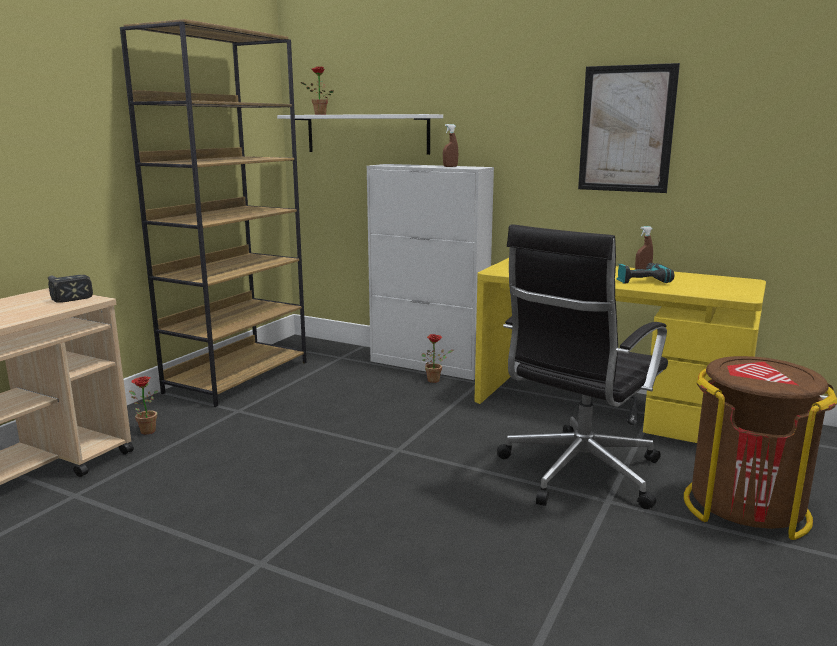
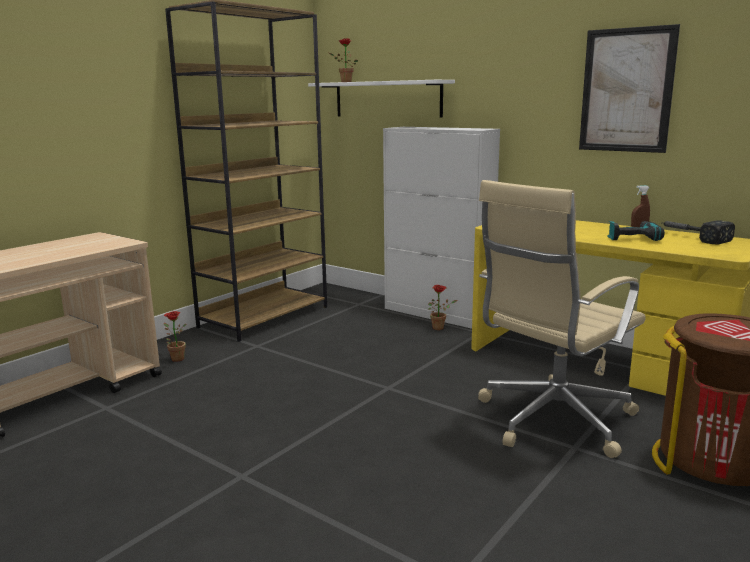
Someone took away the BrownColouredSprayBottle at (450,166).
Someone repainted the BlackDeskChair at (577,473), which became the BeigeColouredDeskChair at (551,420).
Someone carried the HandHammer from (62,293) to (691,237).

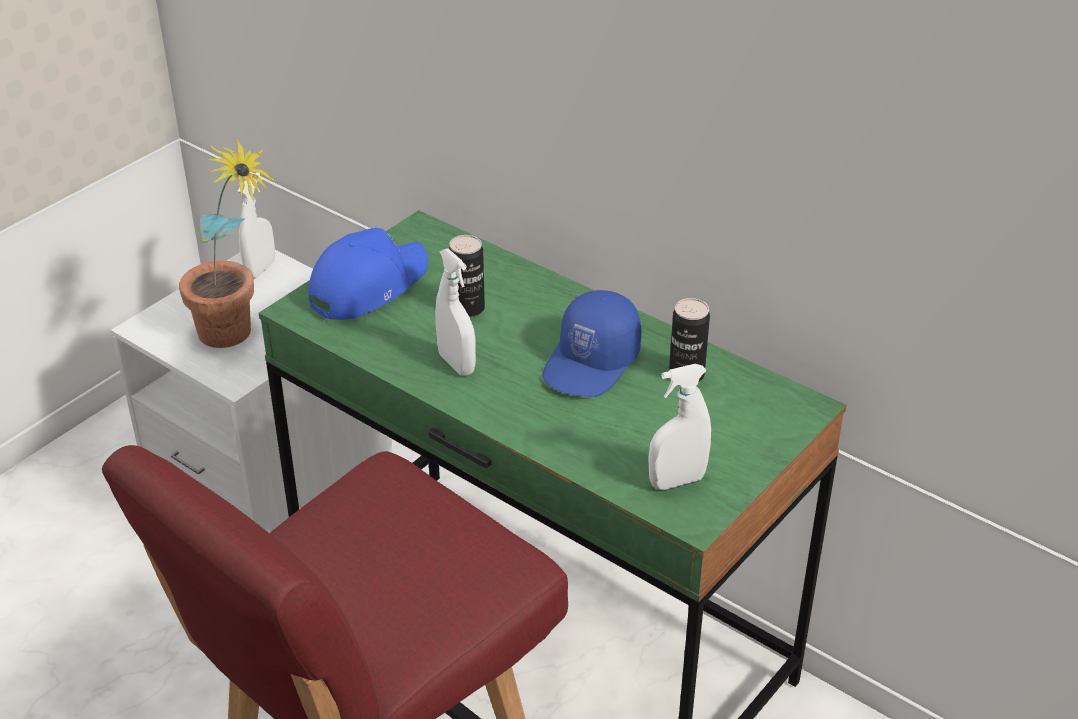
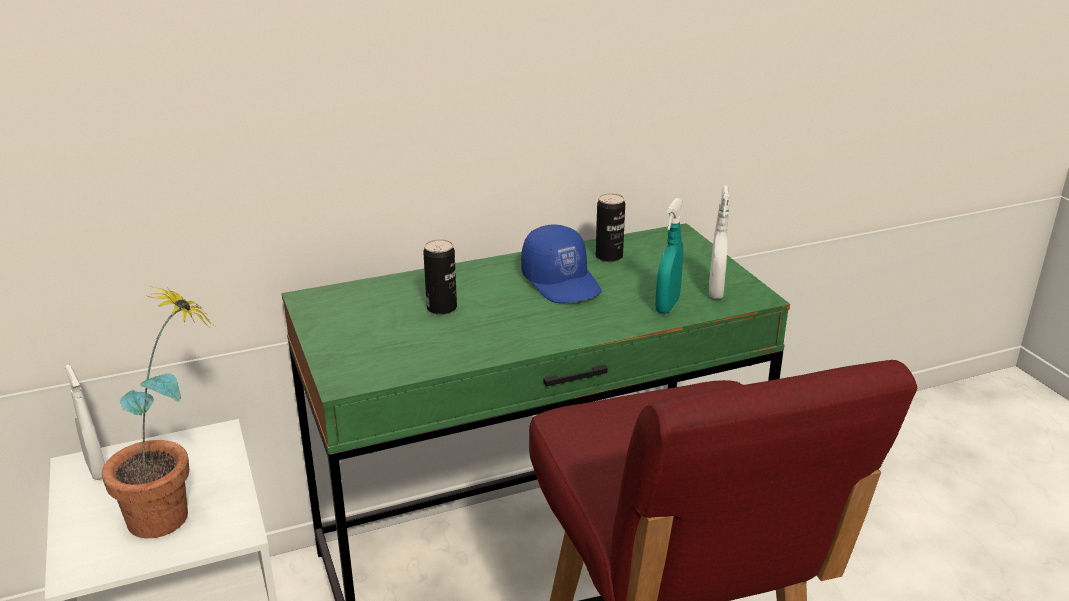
Someone took away the BlueColouredPeakedCap at (367,286).
Someone took away the WhiteColouredSprayBottle at (456,364).
Someone put down the BlueGreenSprayBottle at (667,306).

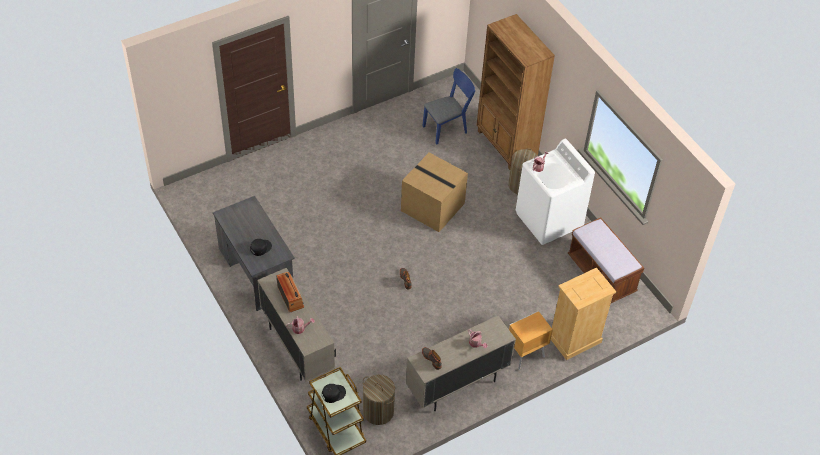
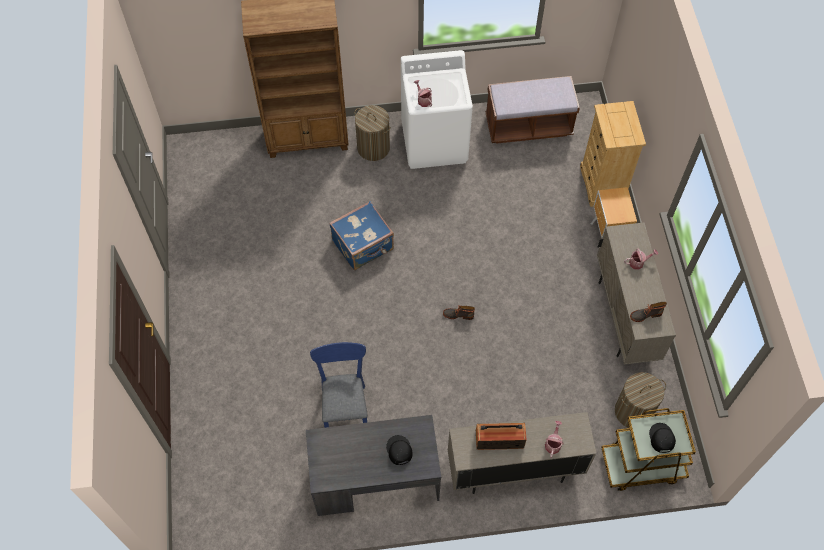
Someone carried the BlueColouredPlainChair from (447,128) to (345,406).
Someone swapped the PackingBox at (433,207) for the BlueColouredTravelCase at (363,246).

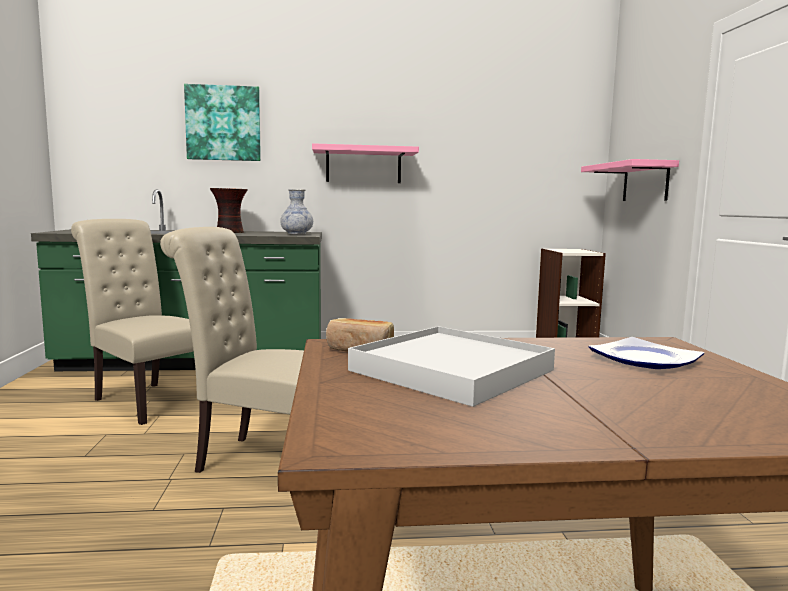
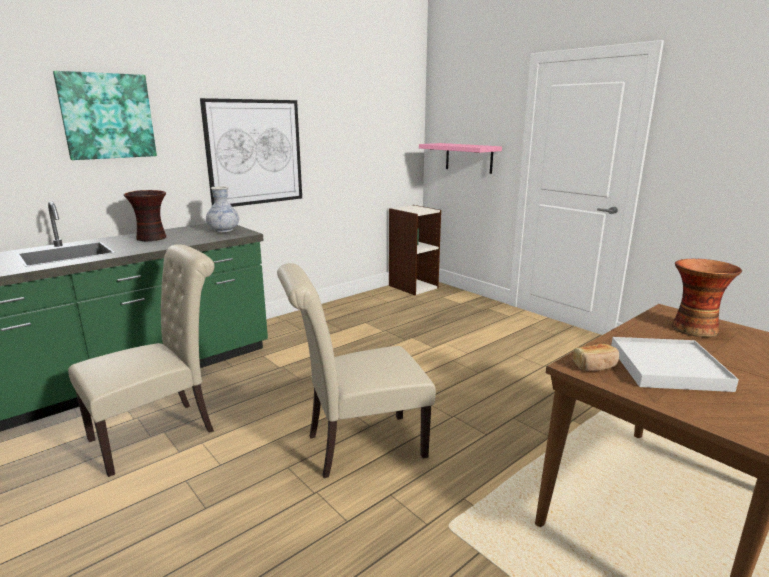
Someone swapped the PinkishWallShelf at (363,165) for the WallPicture at (254,152).
Someone rotated the BeigeColouredPlainChair at (146,400) by 135 degrees clockwise.
Someone swapped the FlatDish at (644,359) for the FlowerVase at (693,328).

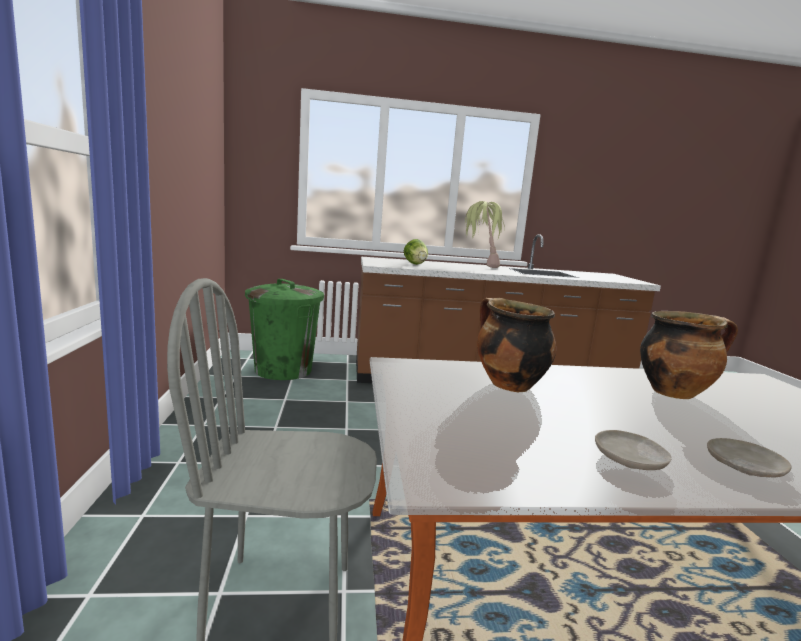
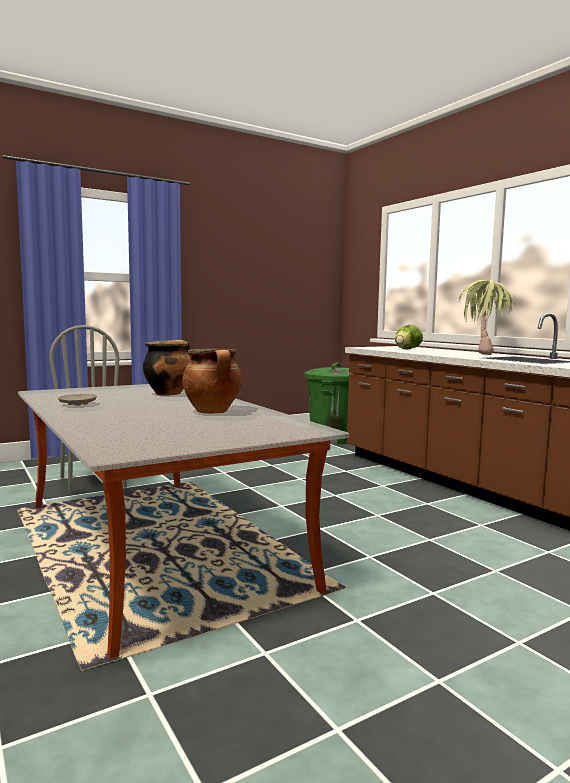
Someone took away the BeigeColouredFlatDish at (743,467).

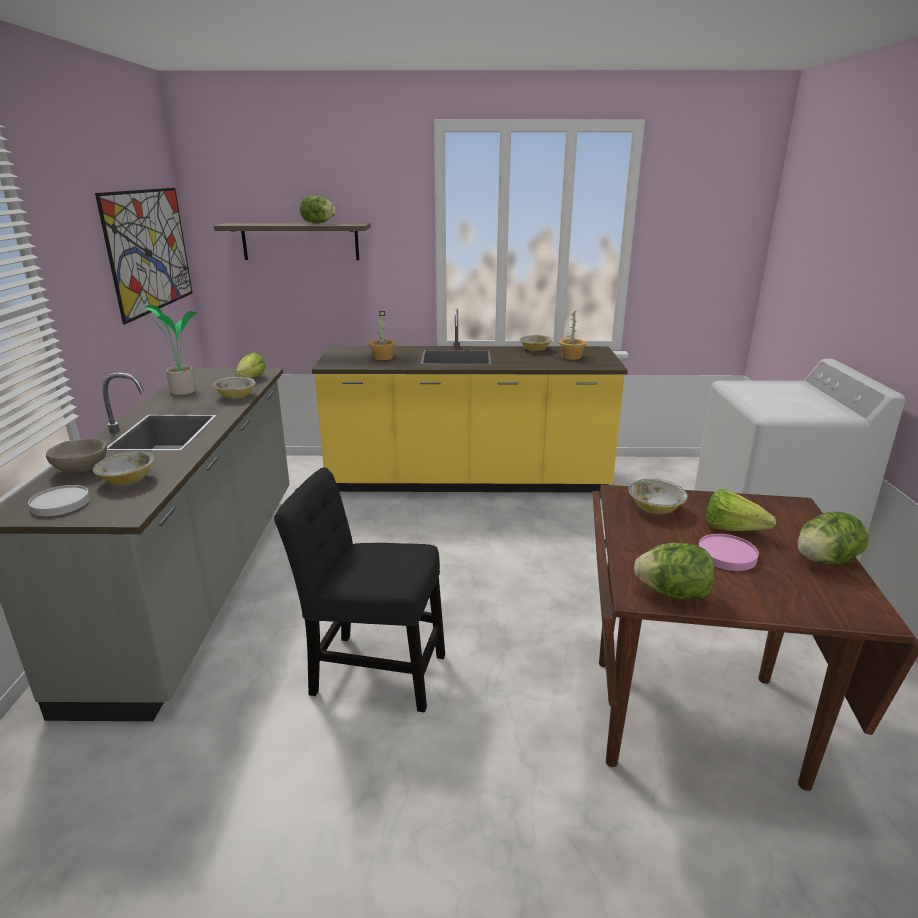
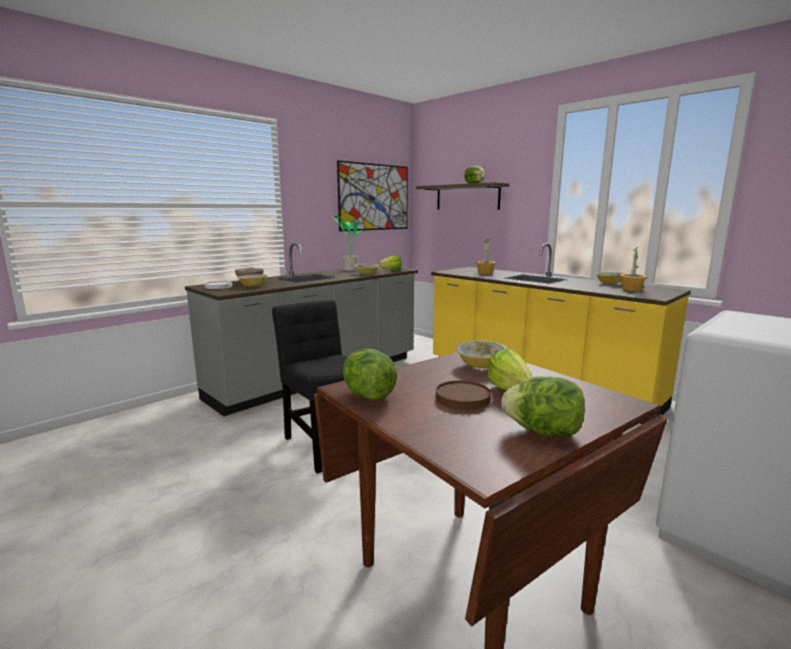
Someone repainted the PinkishFlatDish at (726,555), which became the BrownColouredFlatDish at (462,398).

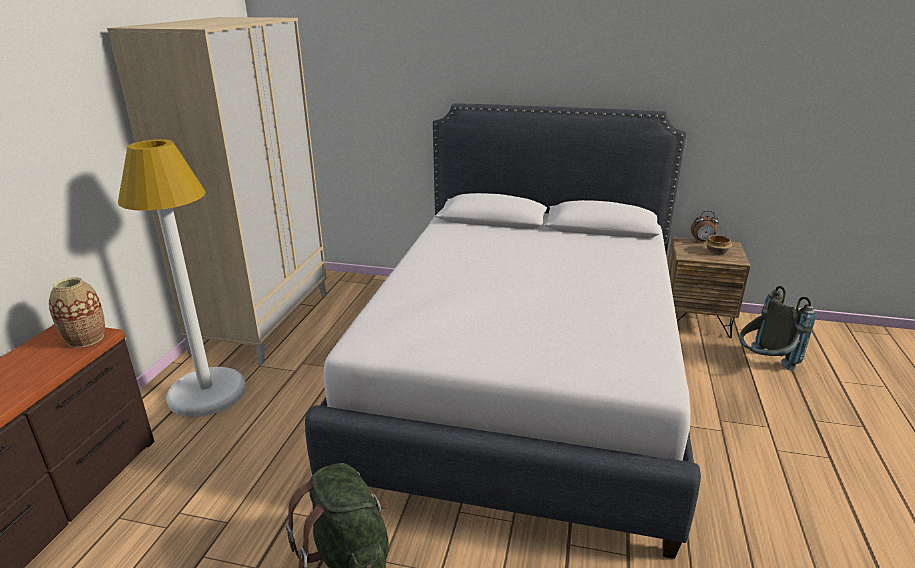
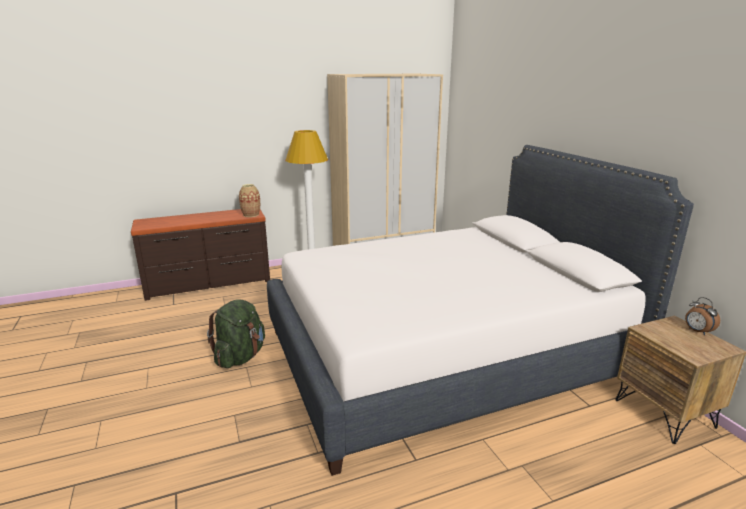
Someone took away the DeepDish at (717,252).
Someone took away the GreyishBackpack at (763,365).

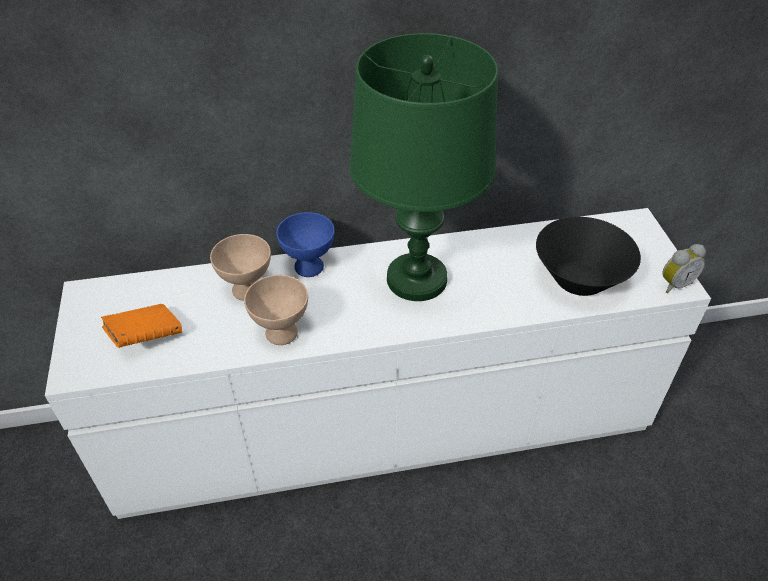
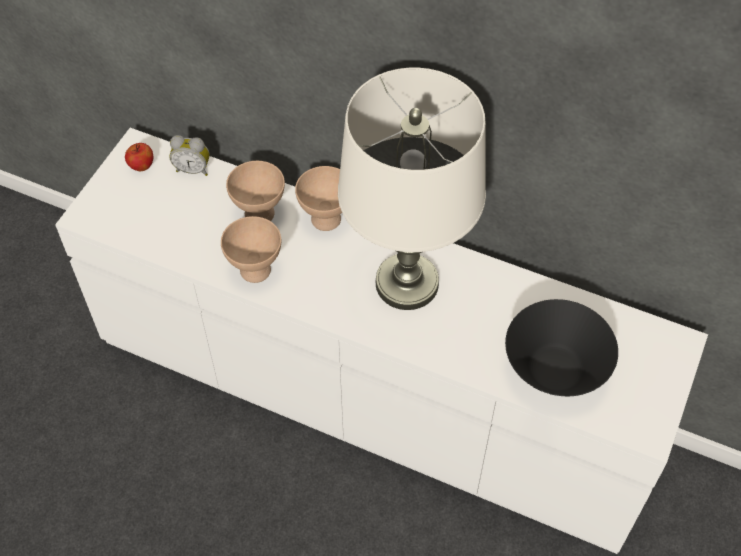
Someone repainted the GreenColouredTableLamp at (417,279), which became the WhiteColouredTableLamp at (407,284).
Someone repainted the BlueColouredDeepDish at (308,267), which became the BeigeColouredDeepDish at (325,219).
Someone carried the AlarmClock from (674,284) to (193,169).
Someone took away the OrangeyVolume at (146,337).
Someone put down the AppleFruit at (141,166).

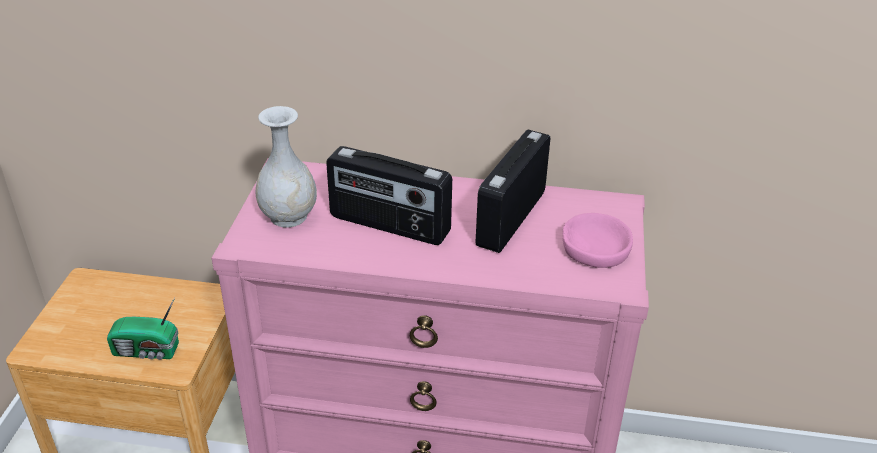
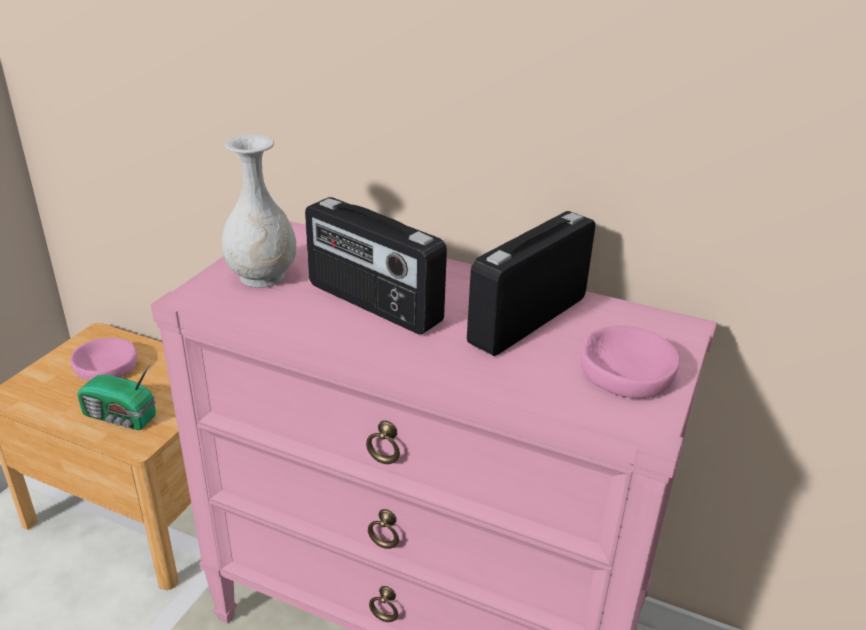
Someone put down the PinkishDeepDish at (106,367).

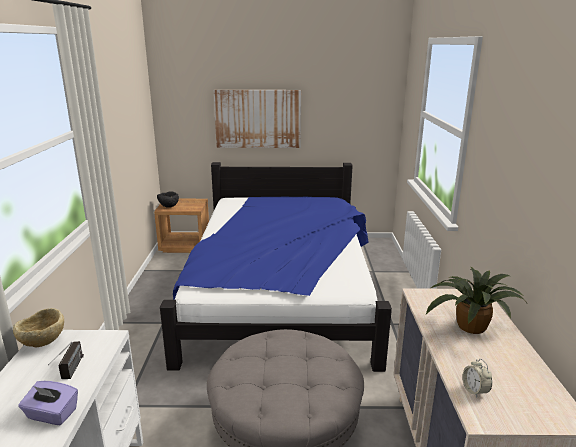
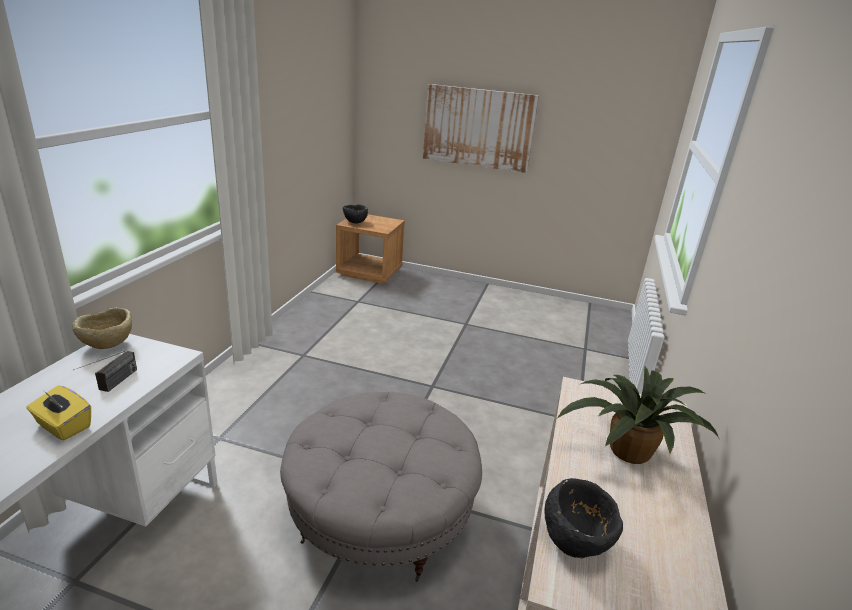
Someone took away the Bed at (281,288).
Someone swapped the AlarmClock at (475,391) for the BlackDeepDish at (576,542).
Someone repainted the PurpleColouredTissueBox at (52,414), which became the YellowColouredTissueBox at (63,426).

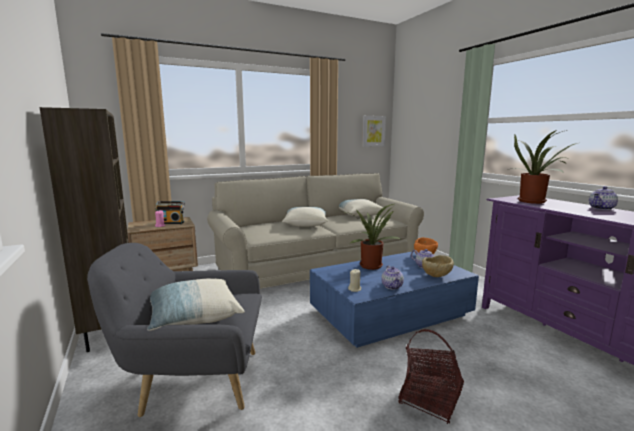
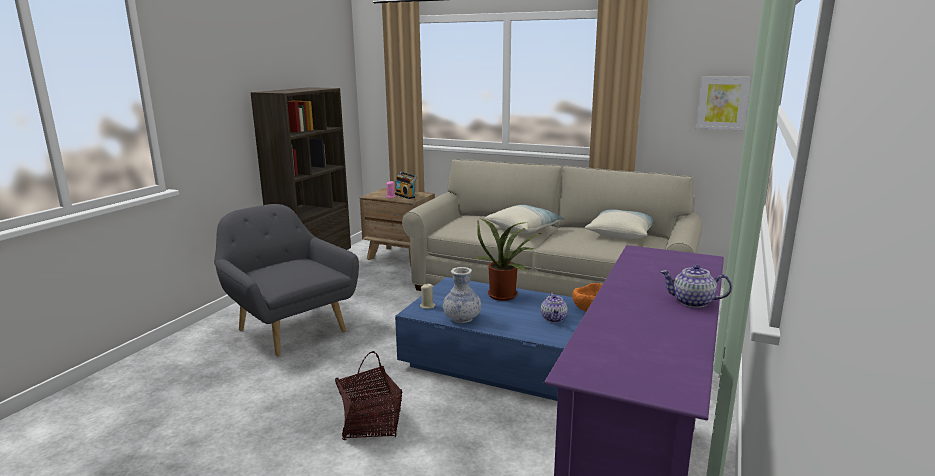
Someone took away the Houseplant at (534,201).
Someone took away the BeigeColouredDeepDish at (436,276).
Someone swapped the PotForTea at (392,286) for the FlowerVase at (462,318).
Someone took away the Pillow at (193,317).

